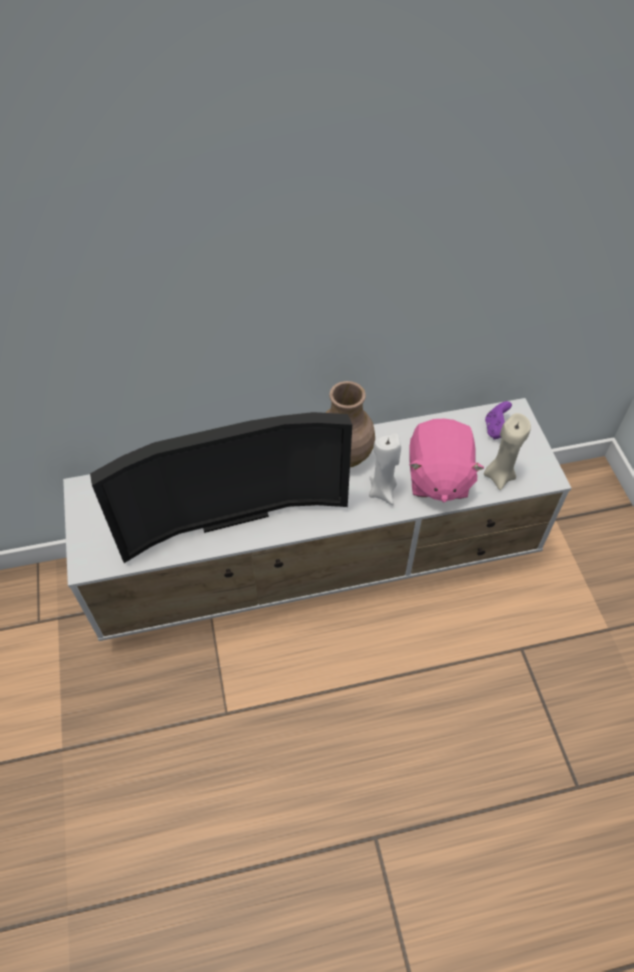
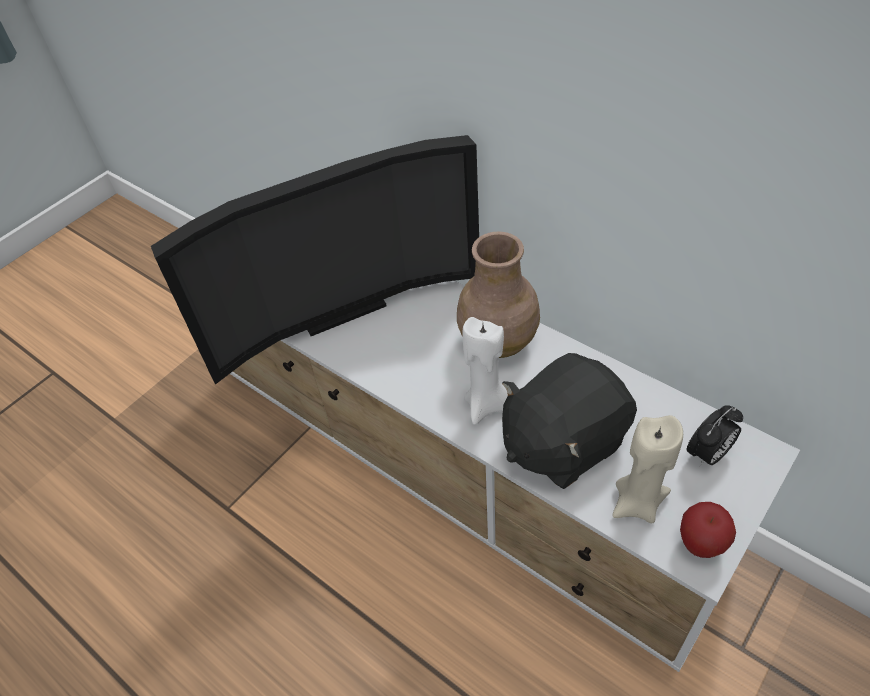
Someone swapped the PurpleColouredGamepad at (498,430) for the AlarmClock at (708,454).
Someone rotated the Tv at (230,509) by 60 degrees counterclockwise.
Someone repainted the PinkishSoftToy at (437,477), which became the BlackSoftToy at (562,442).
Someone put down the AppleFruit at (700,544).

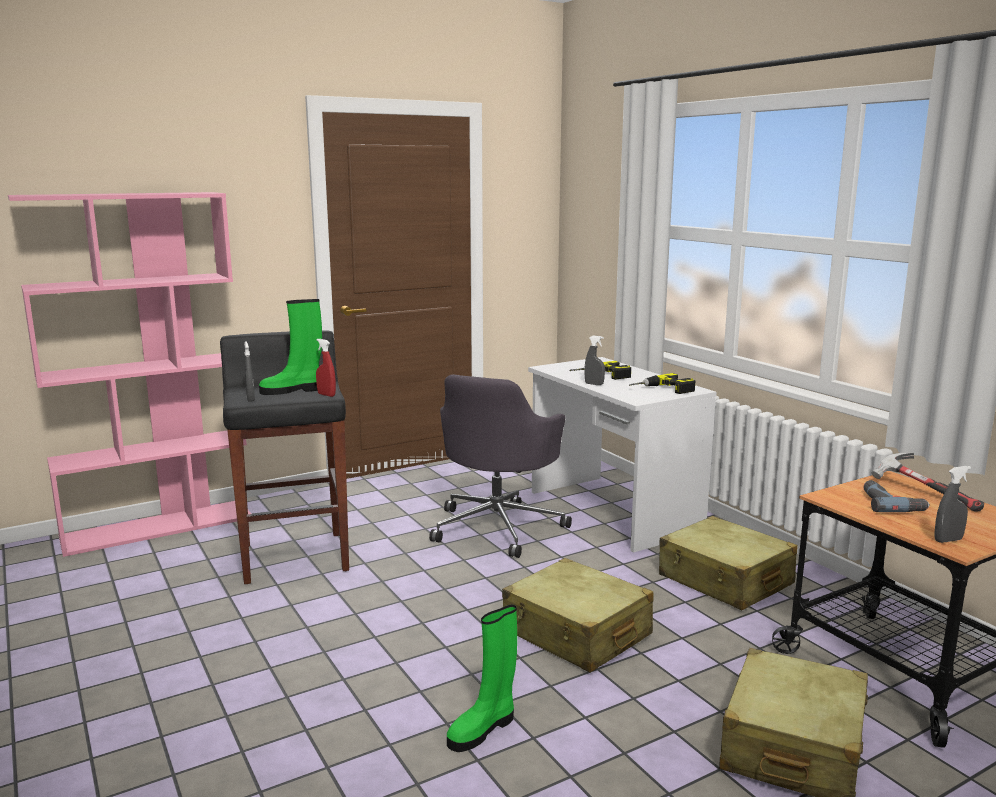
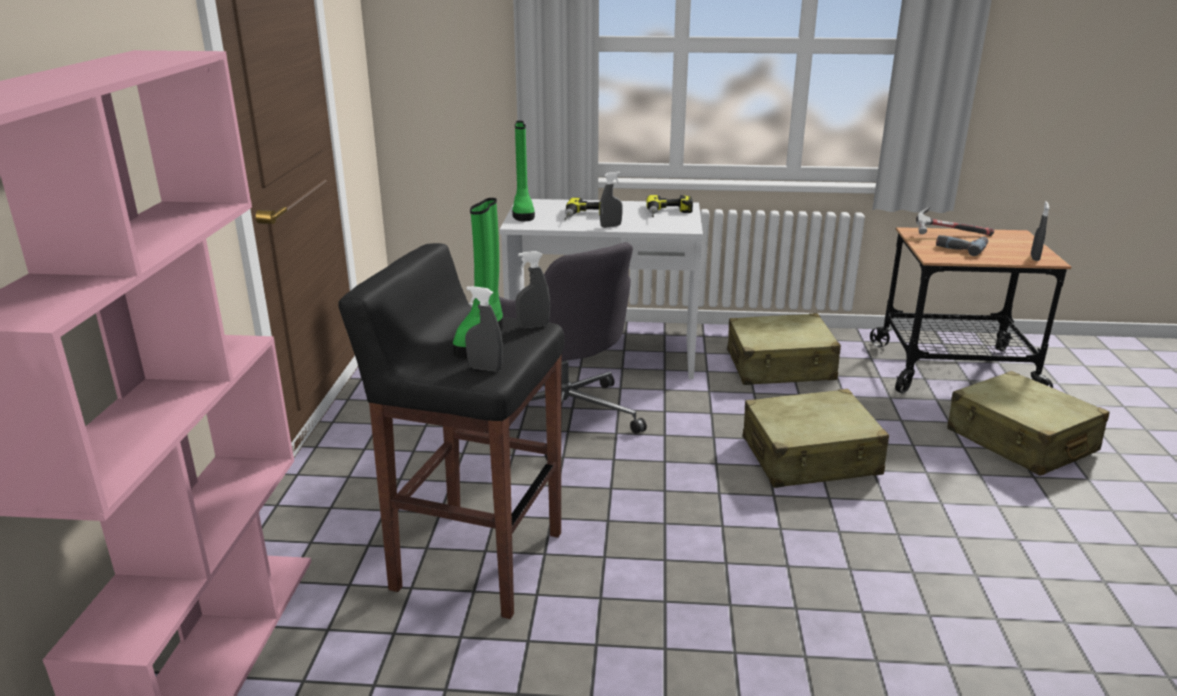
Someone repainted the RedColouredSprayBottle at (326,395), which became the GreyishSprayBottle at (533,326).
Someone carried the GreenColouredTallBoot from (483,729) to (523,212).

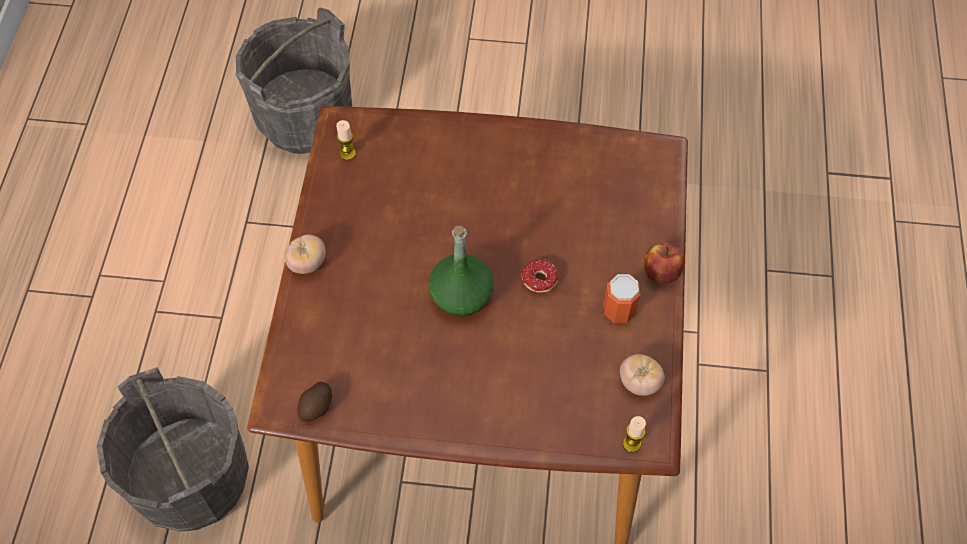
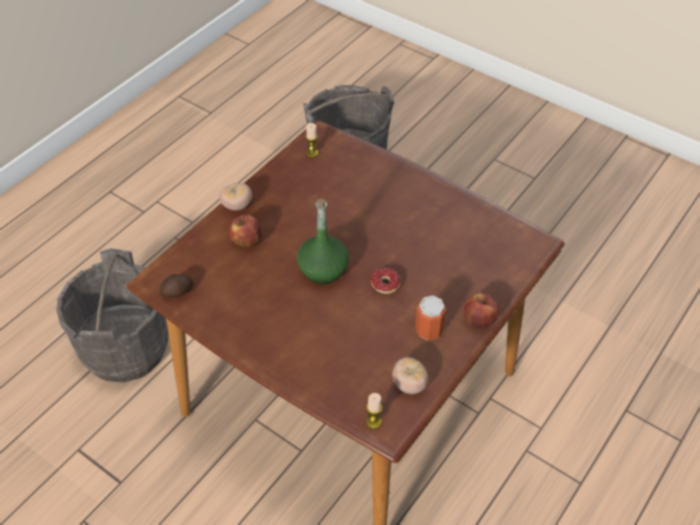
Someone put down the AppleFruit at (246,241).

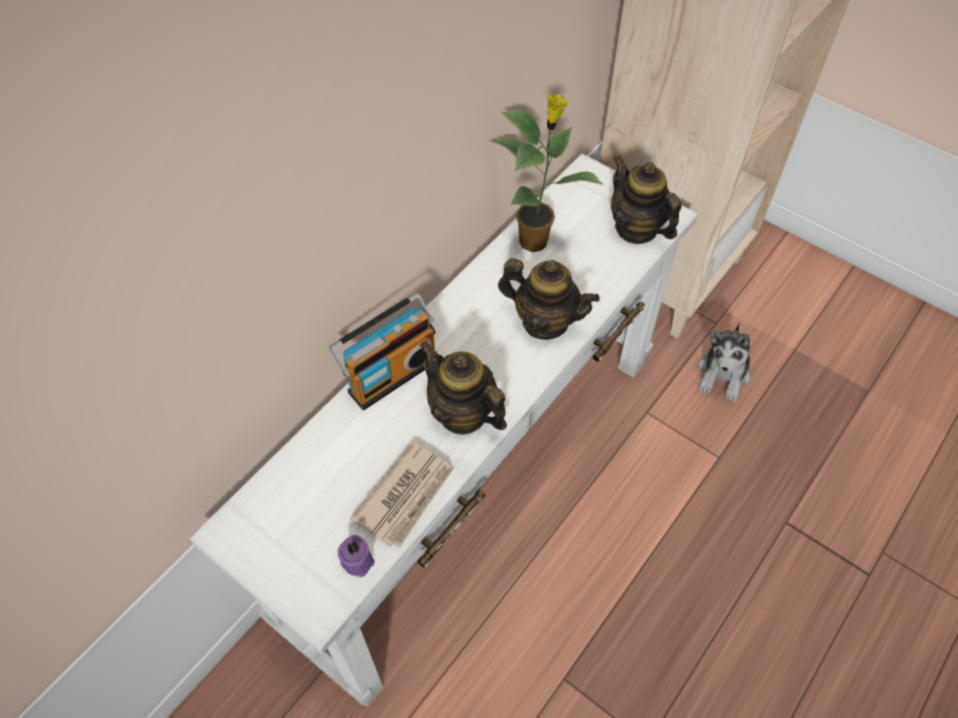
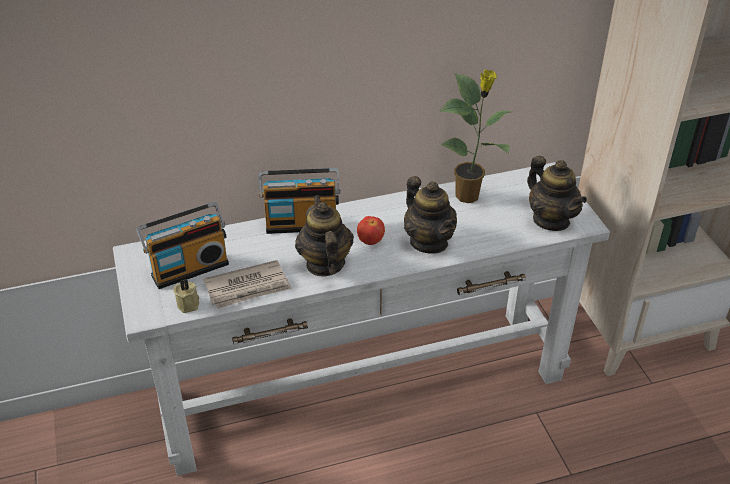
Someone rotated the PotForTea at (636,228) by 150 degrees clockwise.
Someone took away the SoftToy at (723,374).
Someone repainted the PurpleColouredWaxLight at (357,559), which became the BeigeColouredWaxLight at (189,303).
Someone put down the RadioSet at (189,268).
Someone put down the AppleFruit at (370,241).

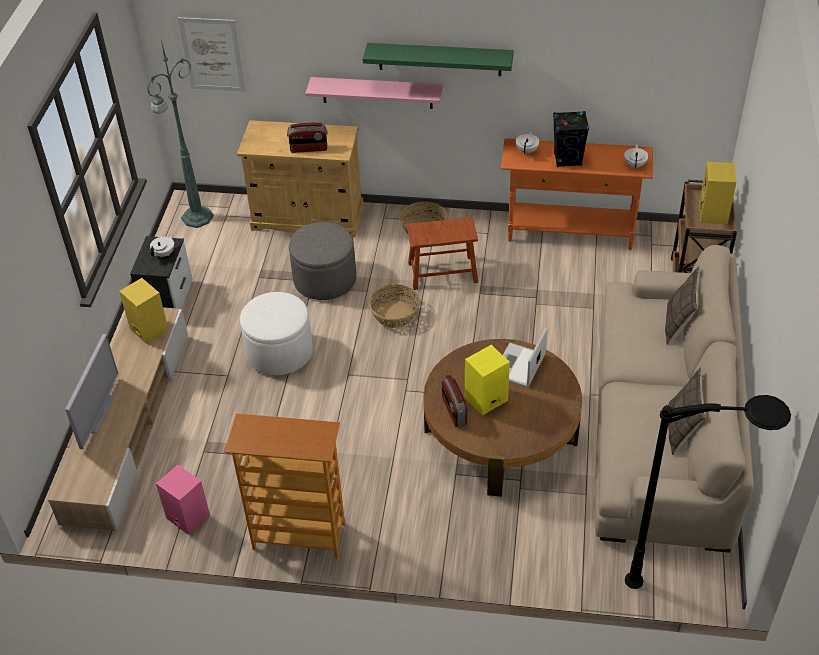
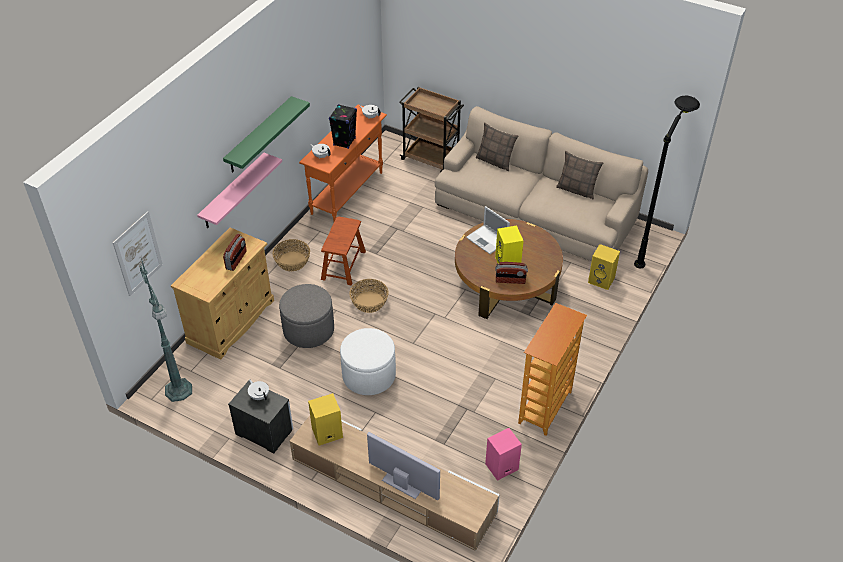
Someone carried the YellowColouredLoudspeaker from (714,214) to (602,280).

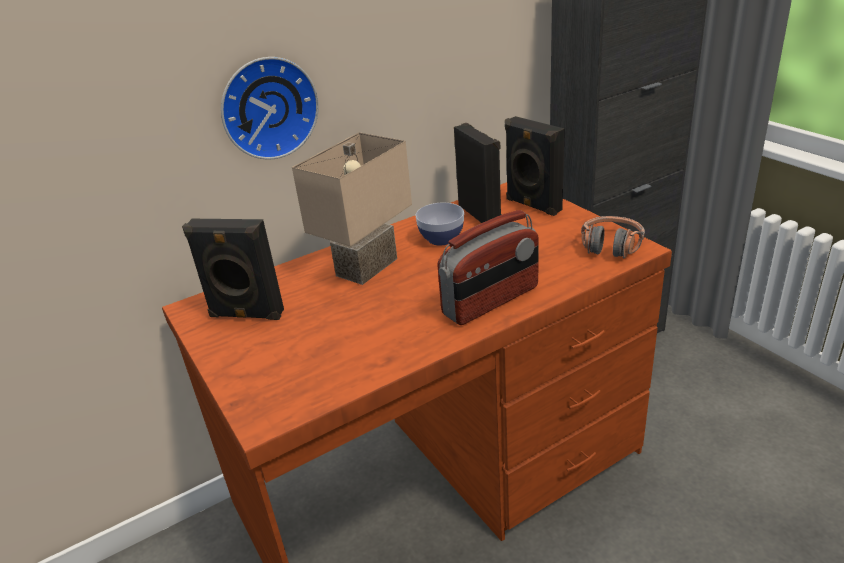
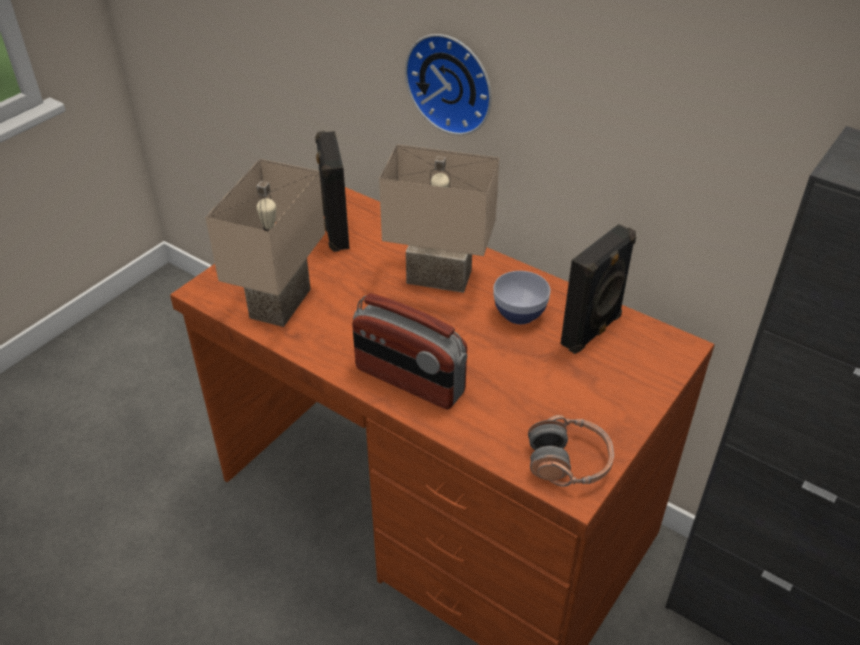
Someone took away the BlackLoudspeaker at (532,205).
Someone put down the BeigeColouredTableLamp at (283,305).

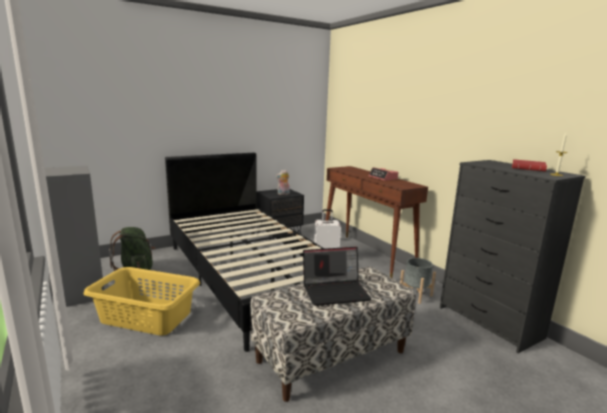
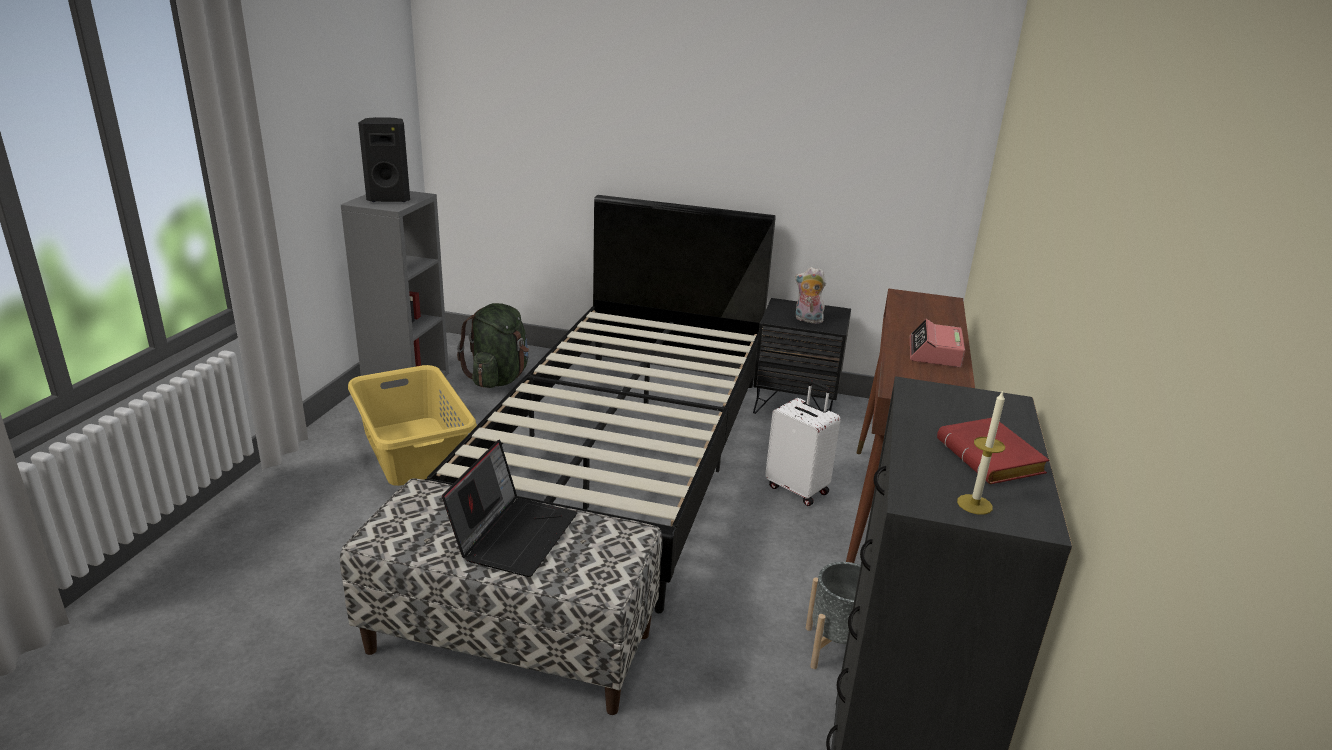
Someone rotated the PortableComputer at (336,291) by 105 degrees counterclockwise.
Someone put down the BlackLoudspeaker at (390,199).

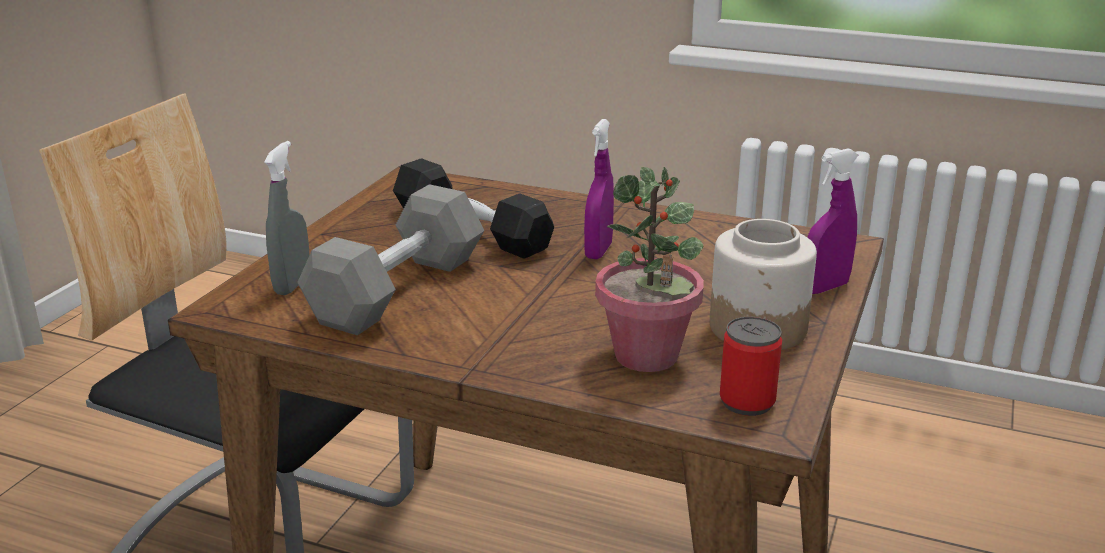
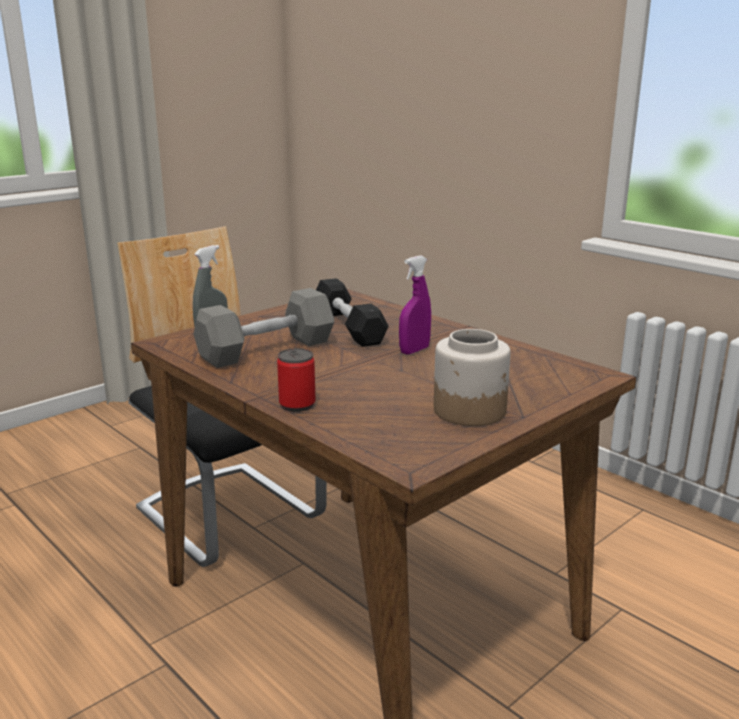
Someone took away the PurpleColouredSprayBottle at (825,288).
Someone took away the Houseplant at (647,356).
Someone carried the MetalCan from (747,402) to (297,405).

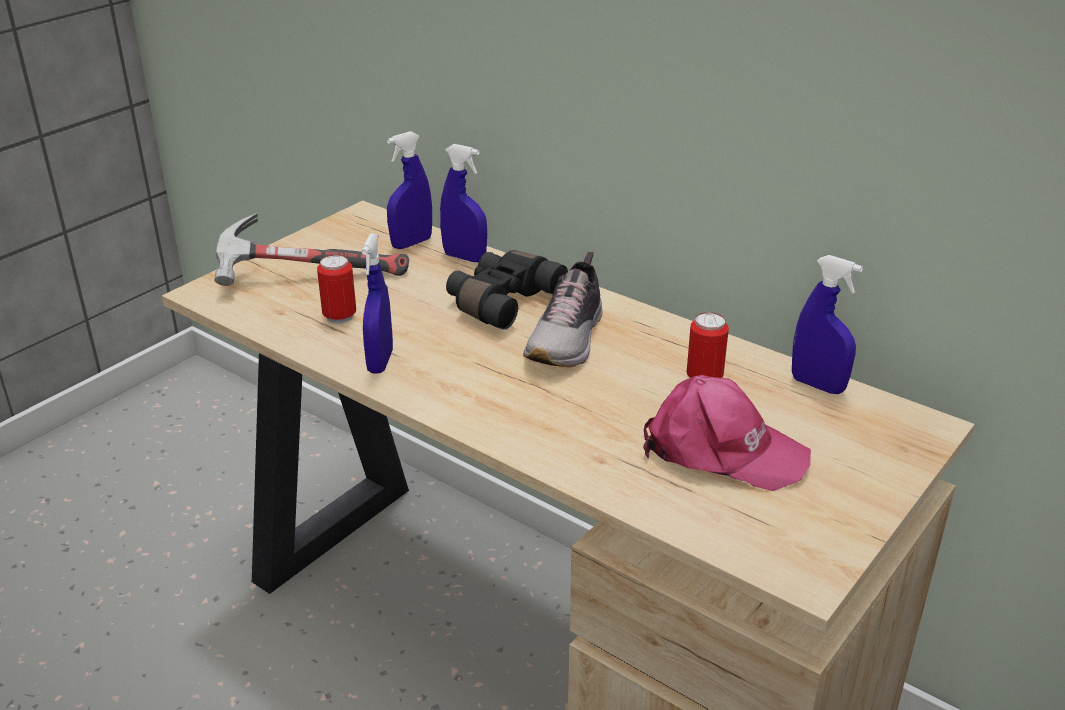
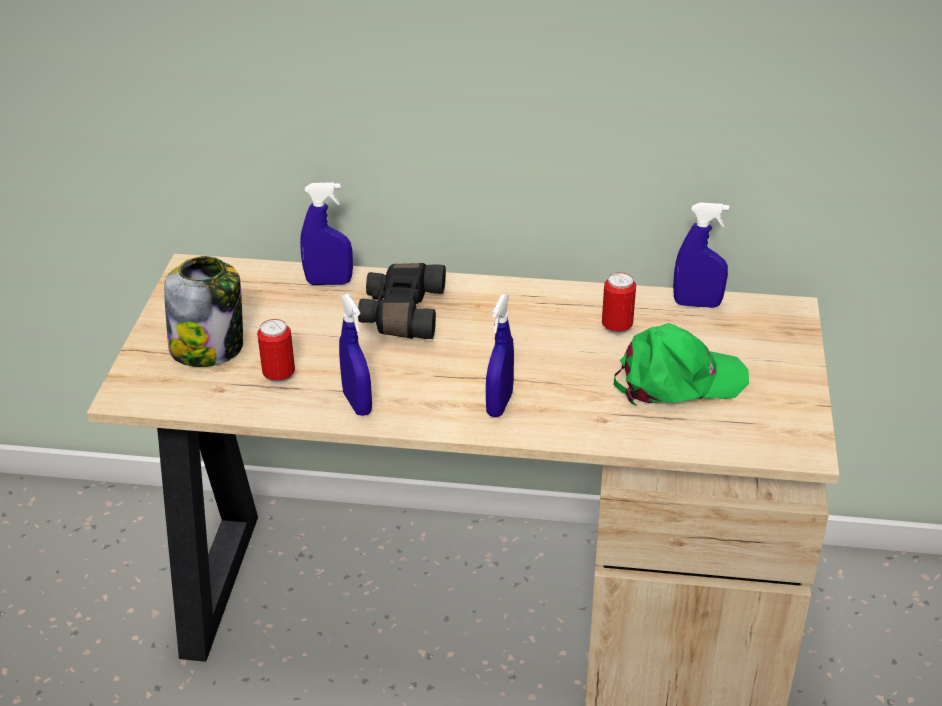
Someone carried the BlueColouredSprayBottle from (411,243) to (499,404).
Someone swapped the HandHammer at (308,277) for the Jar at (209,347).
Someone took away the Shoe at (568,339).
Someone repainted the PinkishPeakedCap at (721,451), which became the GreenColouredPeakedCap at (677,380).

